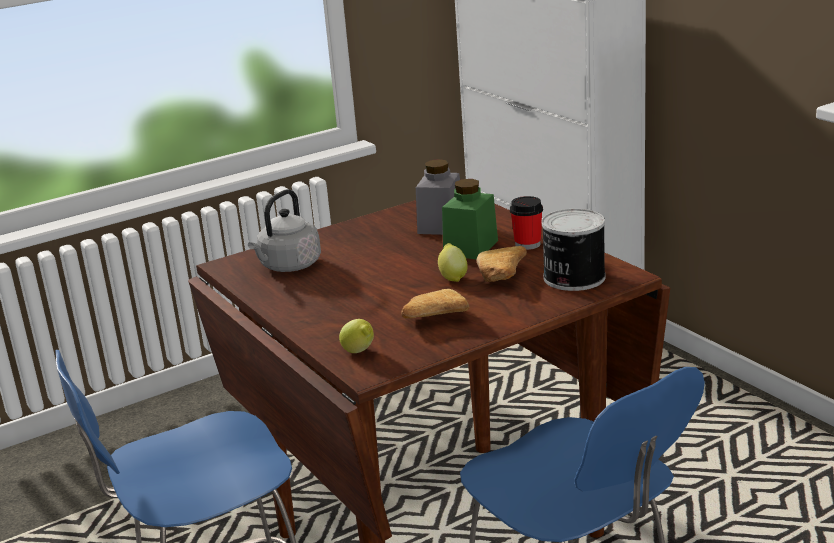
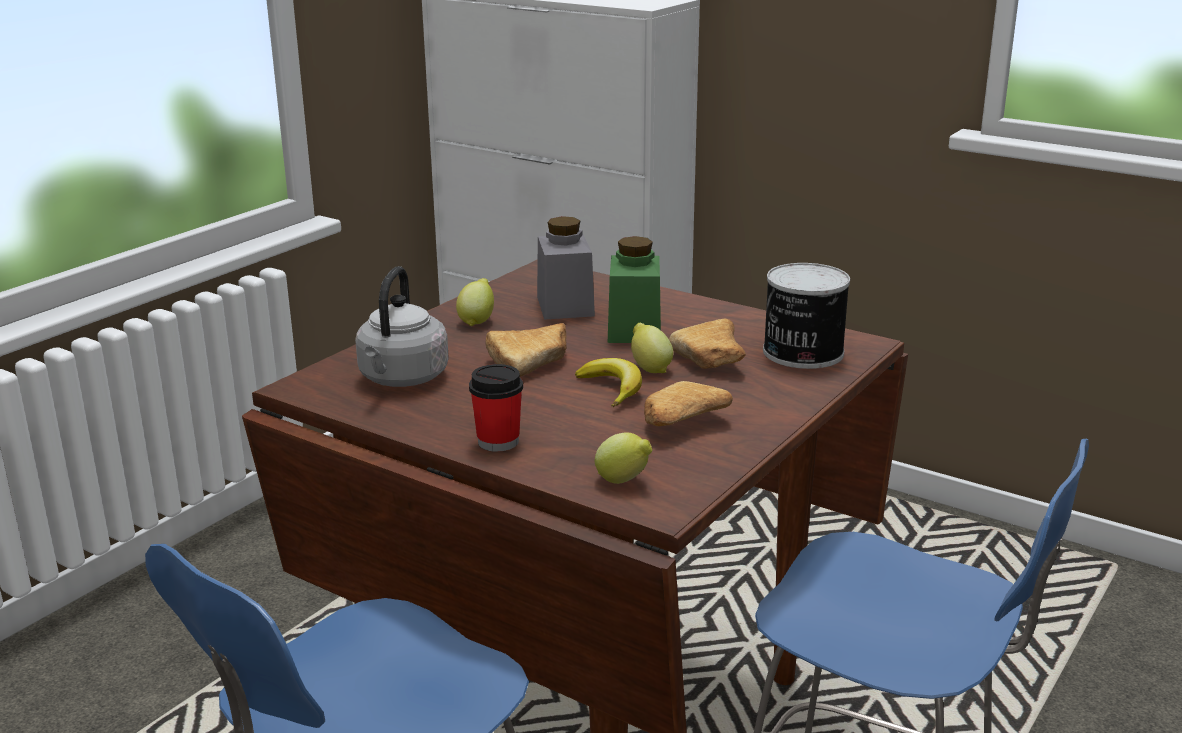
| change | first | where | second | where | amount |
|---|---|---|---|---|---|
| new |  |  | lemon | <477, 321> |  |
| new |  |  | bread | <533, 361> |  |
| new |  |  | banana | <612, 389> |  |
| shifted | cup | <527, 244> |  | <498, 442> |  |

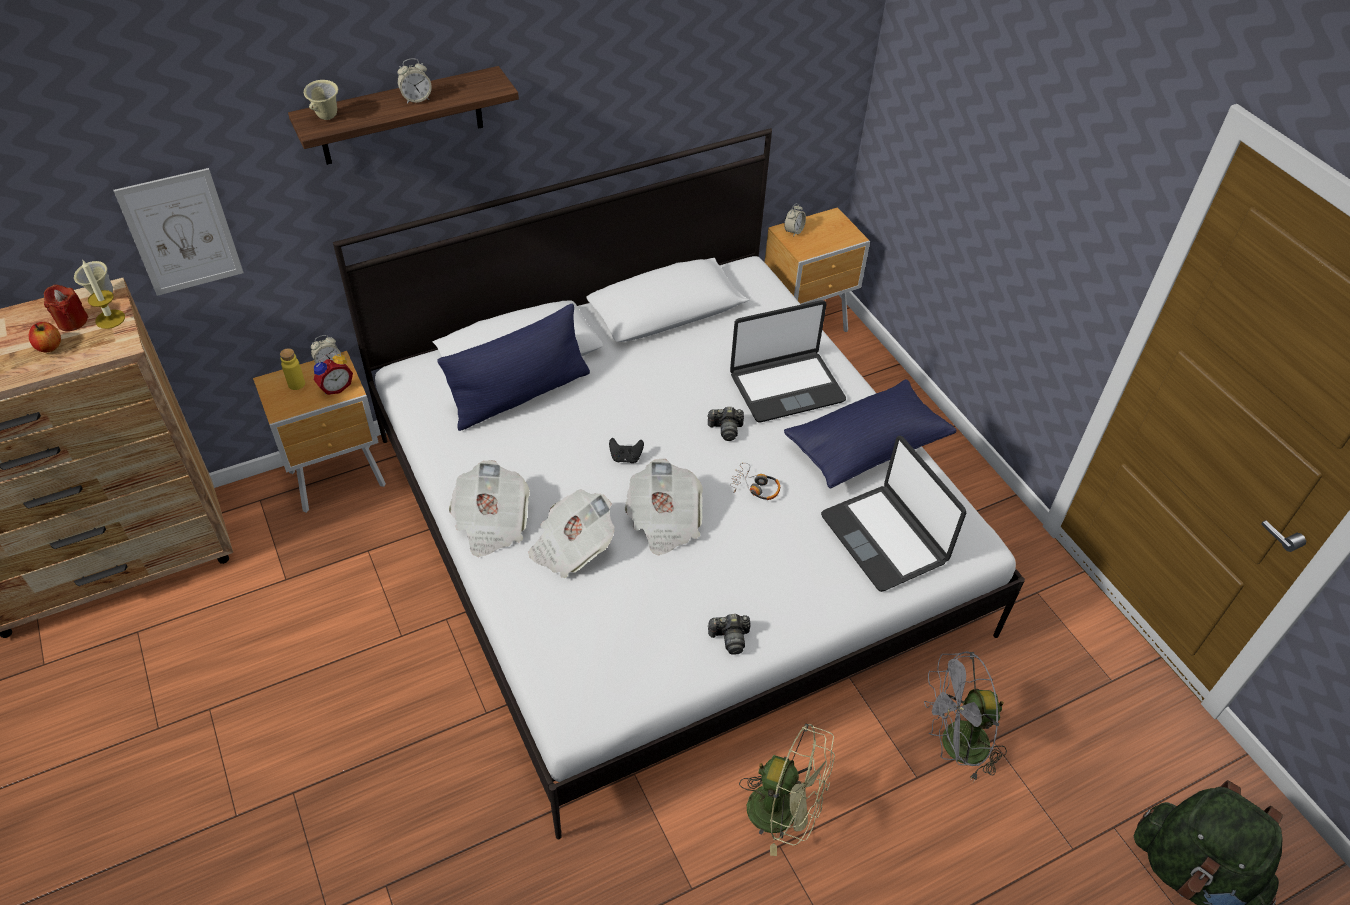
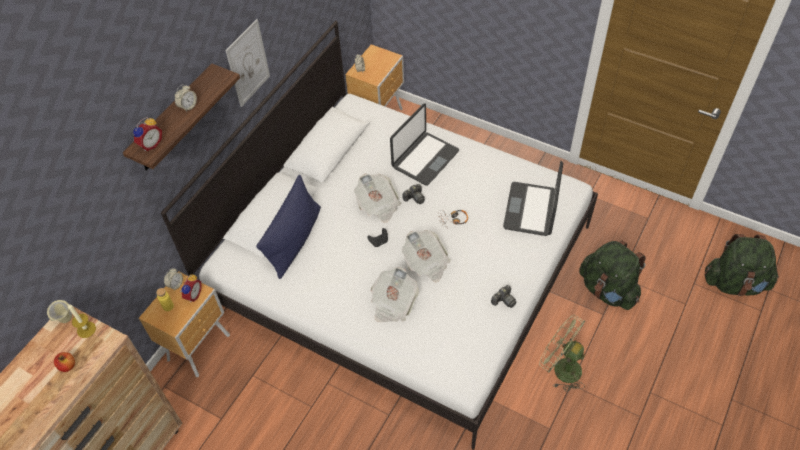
| change | first | where | second | where | amount |
|---|---|---|---|---|---|
| gone | red_candle | <72, 321> |  |  |  |
| gone | blue_pillow | <866, 447> |  |  |  |
| shifted | picture | <181, 232> |  | <248, 63> |  |
| shifted | newspaper | <491, 523> |  | <378, 205> |  |
| swapped | beige_mug | <327, 118> | alarm_clock | <150, 144> |  |
| swapped | grey_fan | <954, 746> | green_backpack | <608, 290> |  |
| rotated | green_fan | <783, 812> |  | <561, 368> | 135 degrees counterclockwise |
| rotated | laptop | <884, 538> |  | <531, 210> | 75 degrees clockwise |

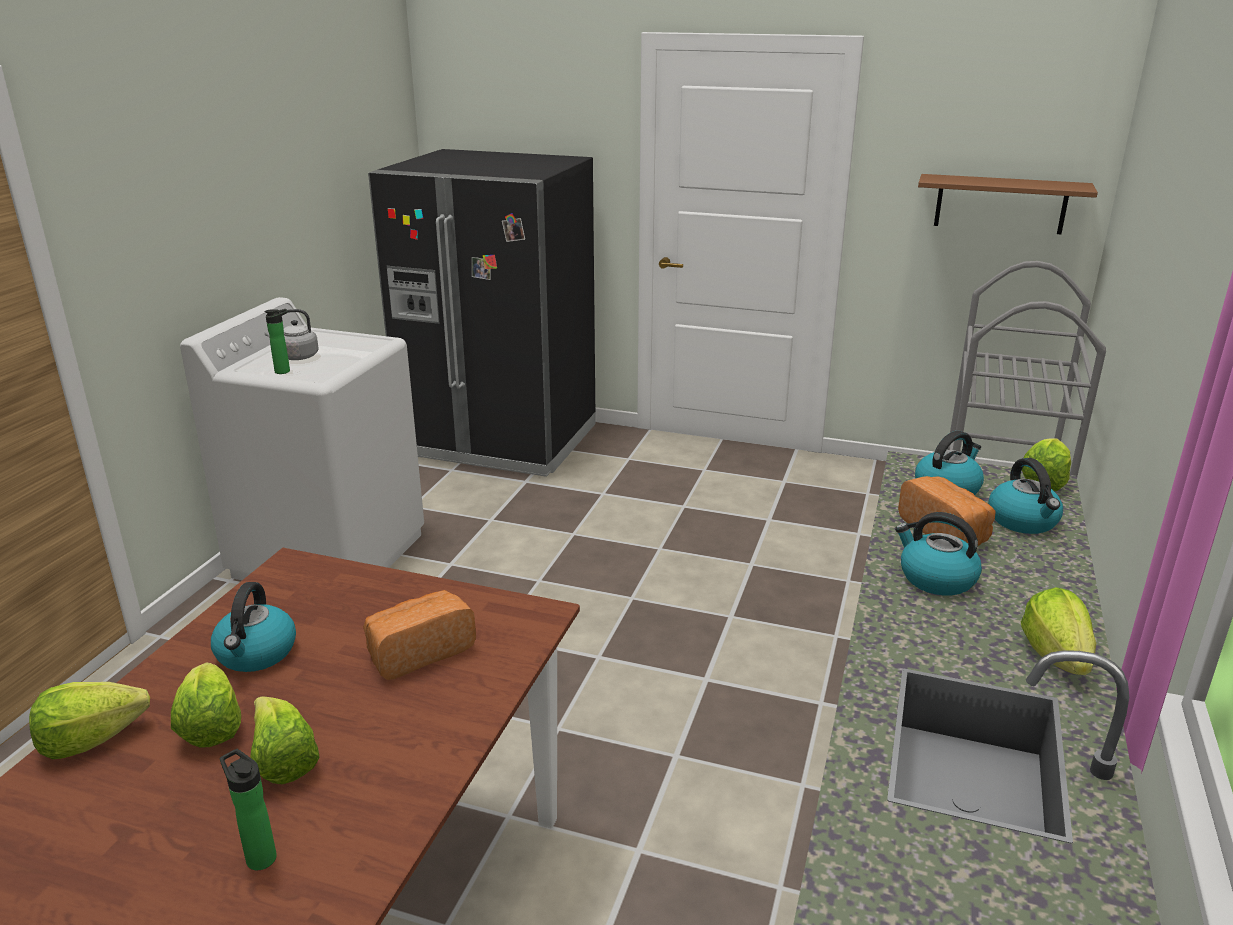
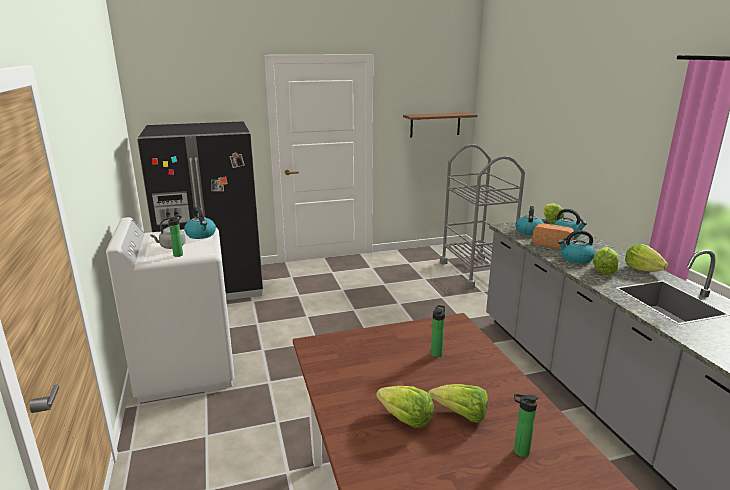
| change | first | where | second | where | amount |
|---|---|---|---|---|---|
| shifted | lettuce | <91, 740> |  | <603, 270> |  |
| shifted | kettle | <256, 653> |  | <201, 235> |  |
| swapped | bread | <418, 651> | bottle | <437, 353> |  |

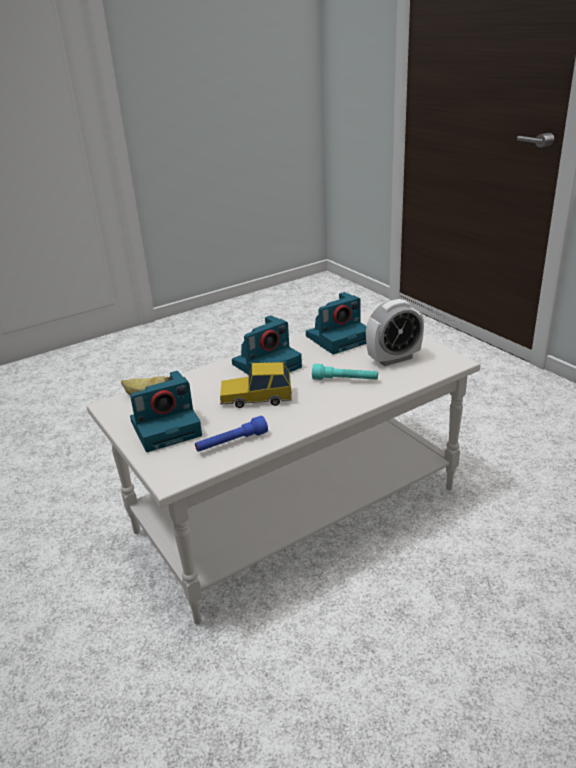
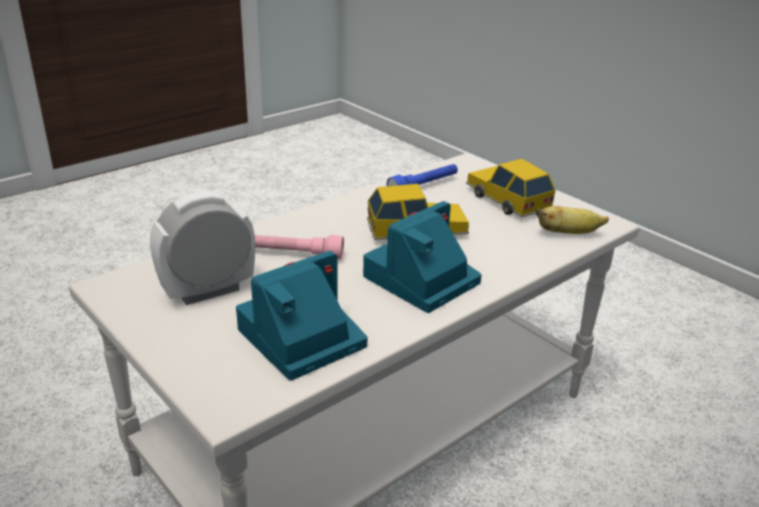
| change | first | where | second | where | amount |
|---|---|---|---|---|---|
| swapped | photo_camera | <167, 427> | toy_car | <507, 200> |  |
| repainted | turquoise_flashlight | <345, 380> | pink_flashlight | <294, 254> |  |

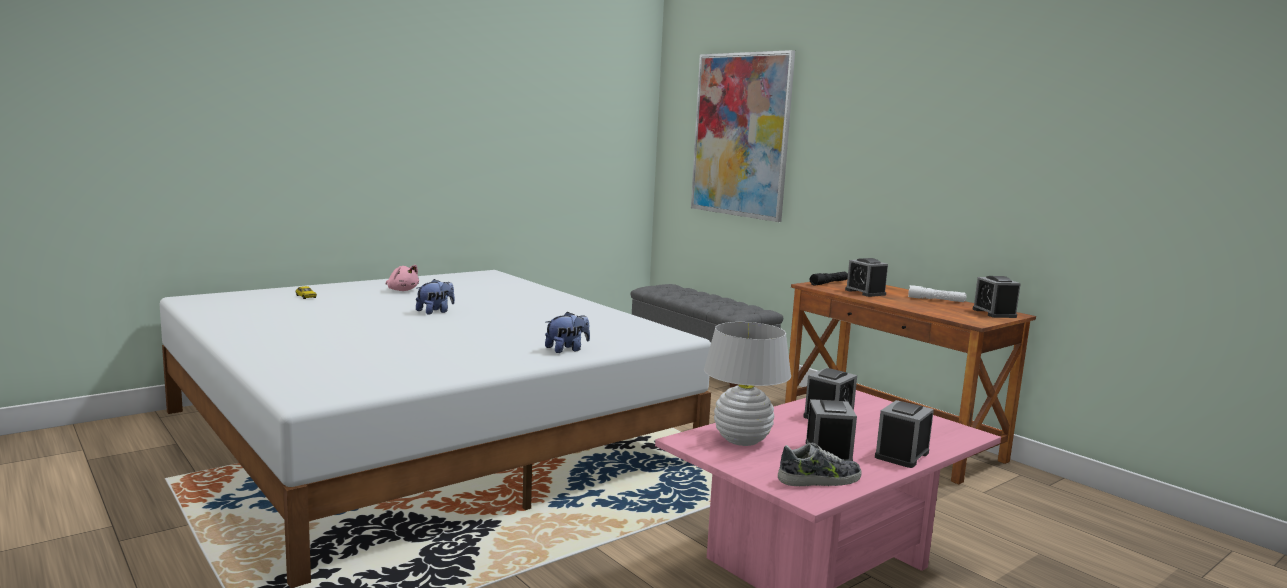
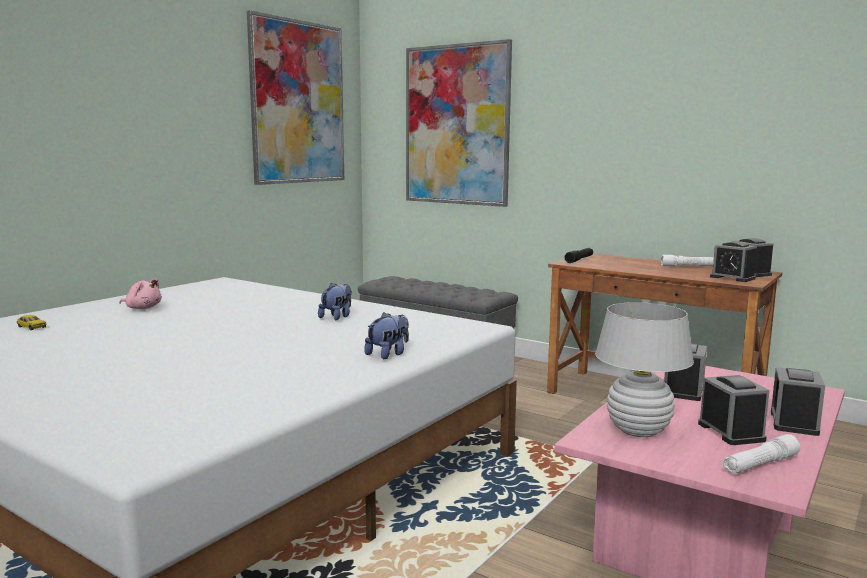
| change | first | where | second | where | amount |
|---|---|---|---|---|---|
| new |  |  | picture | <298, 103> |  |
| shifted | plush_toy | <435, 312> |  | <337, 317> |  |
| shifted | alarm_clock | <865, 292> |  | <732, 278> |  |
| swapped | shoe | <819, 480> | white_flashlight | <760, 464> |  |

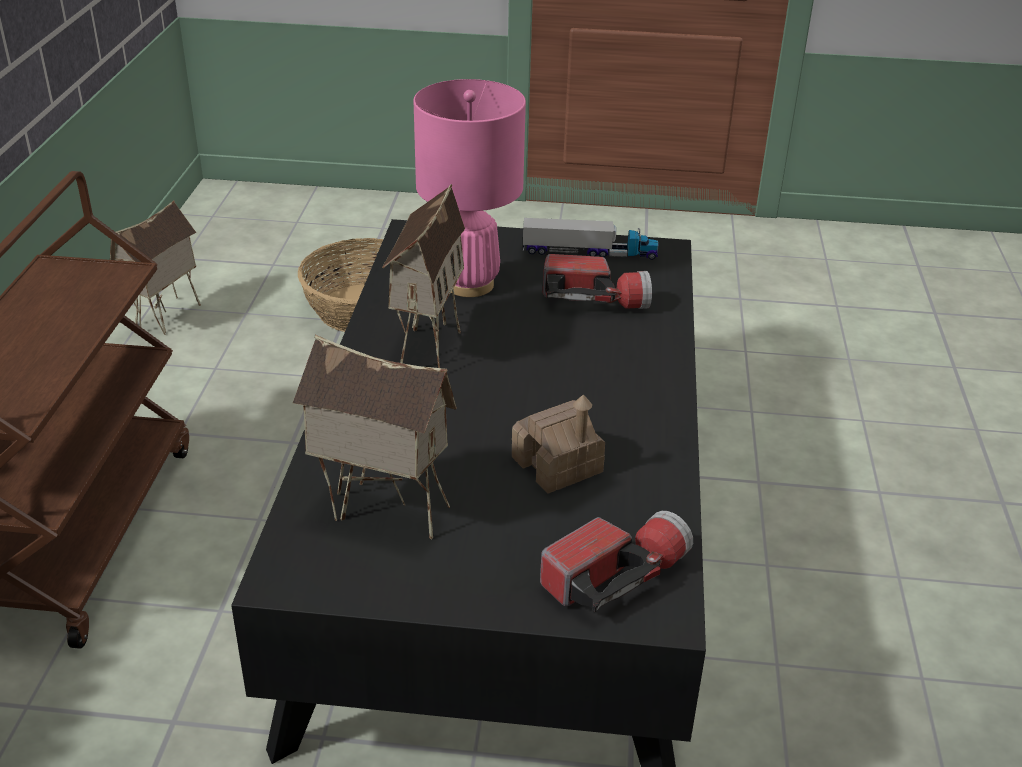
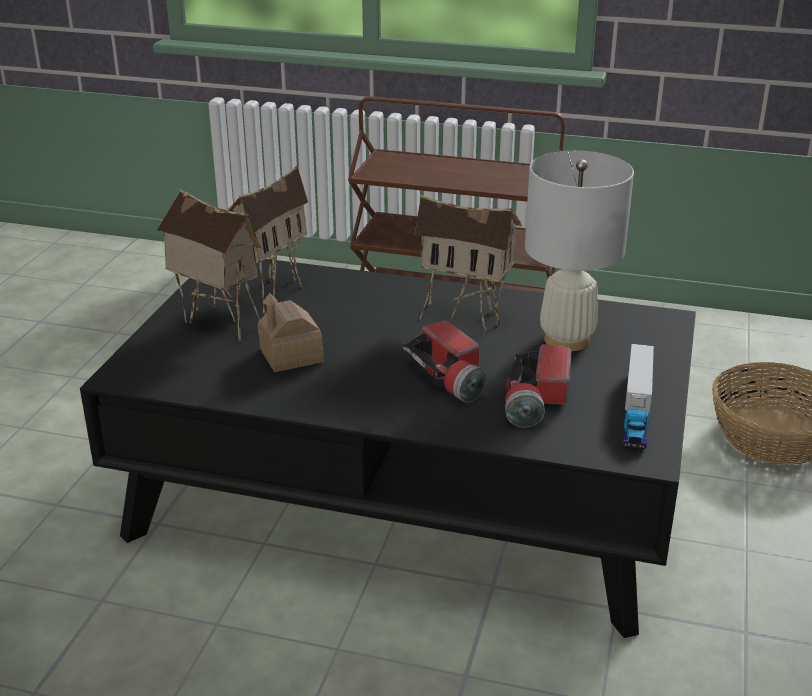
| change | first | where | second | where | amount |
|---|---|---|---|---|---|
| shifted | toy_house | <168, 319> |  | <217, 323> |  |
| shifted | flashlight | <615, 575> |  | <450, 376> |  |
| repainted | pink_table_lamp | <470, 284> | white_table_lamp | <567, 340> |  |

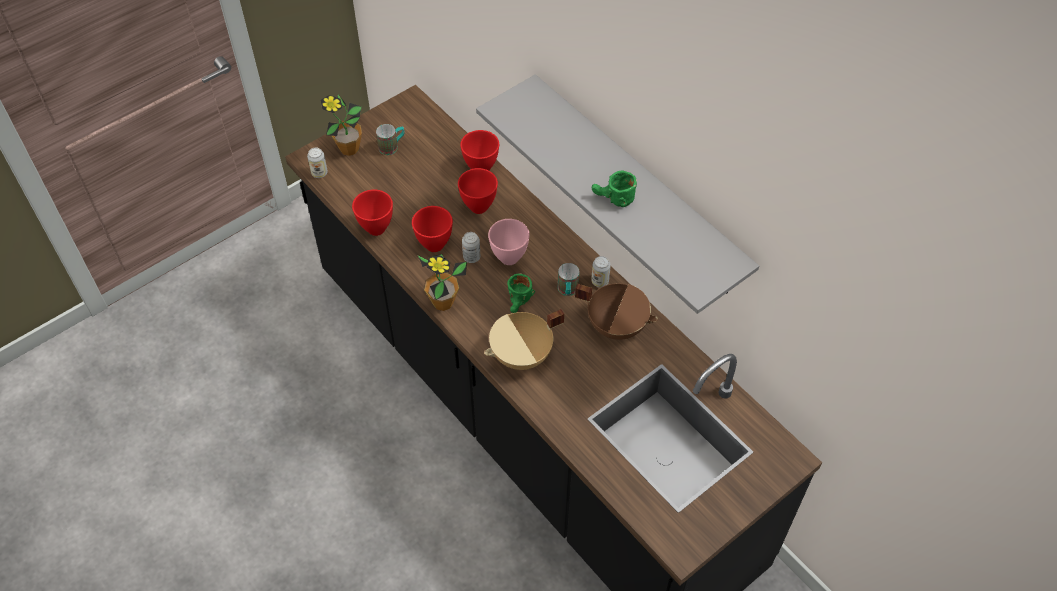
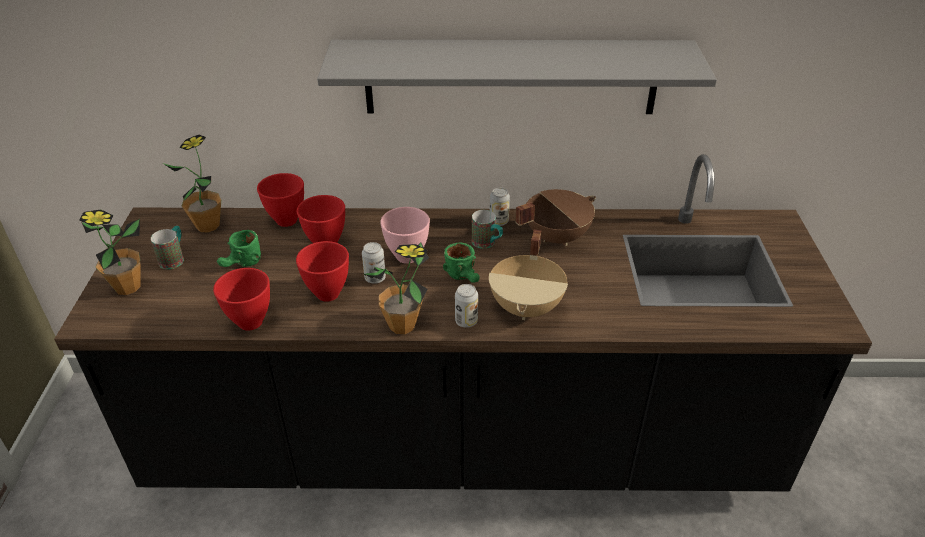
| change | first | where | second | where | amount |
|---|---|---|---|---|---|
| new |  |  | potted_plant | <208, 225> |  |
| shifted | can | <319, 173> |  | <466, 321> |  |
| shifted | green_mug | <612, 200> |  | <242, 265> |  |

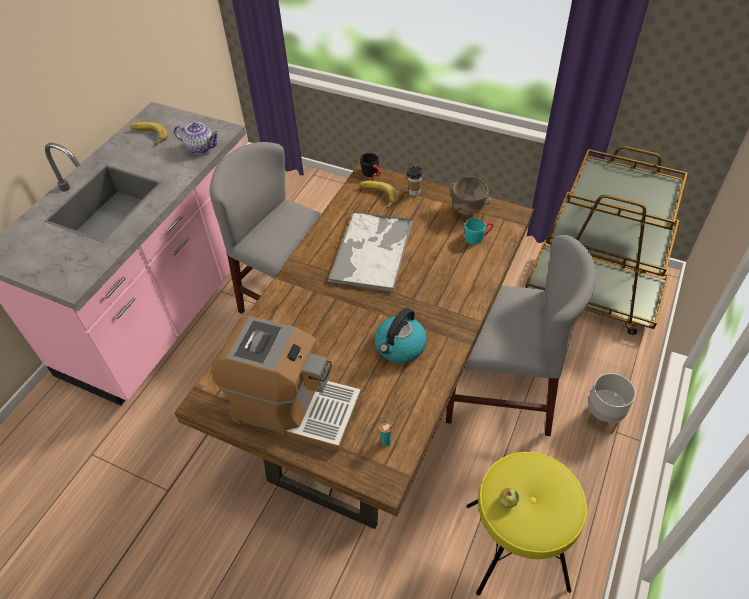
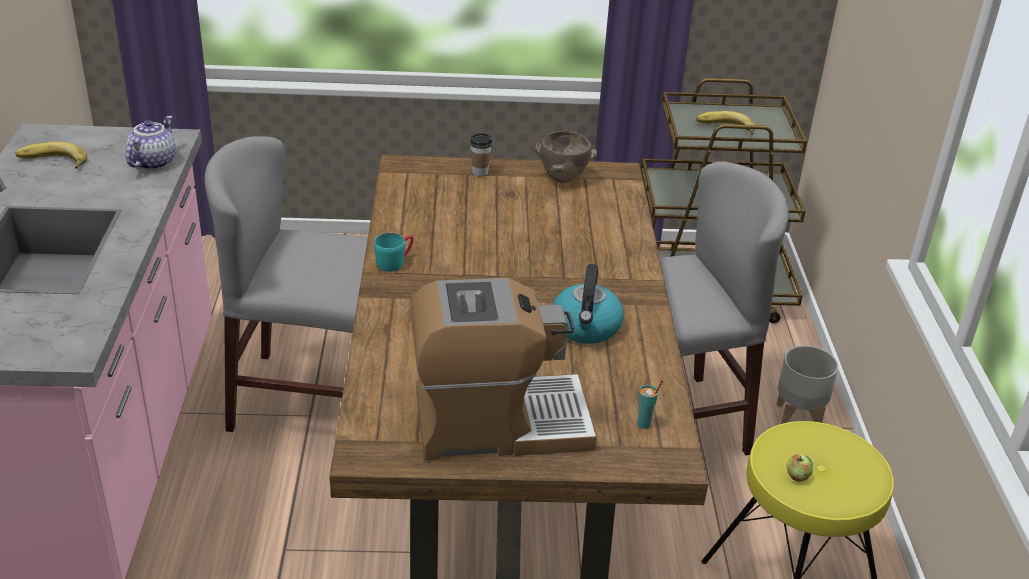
| change | first | where | second | where | amount |
|---|---|---|---|---|---|
| gone | tray | <372, 251> |  |  |  |
| gone | black_mug | <372, 174> |  |  |  |
| shifted | banana | <377, 196> |  | <725, 128> |  |
| shifted | turquoise_mug | <478, 237> |  | <395, 261> |  |
| rotated | teapot | <201, 147> |  | <152, 162> | 60 degrees counterclockwise |

